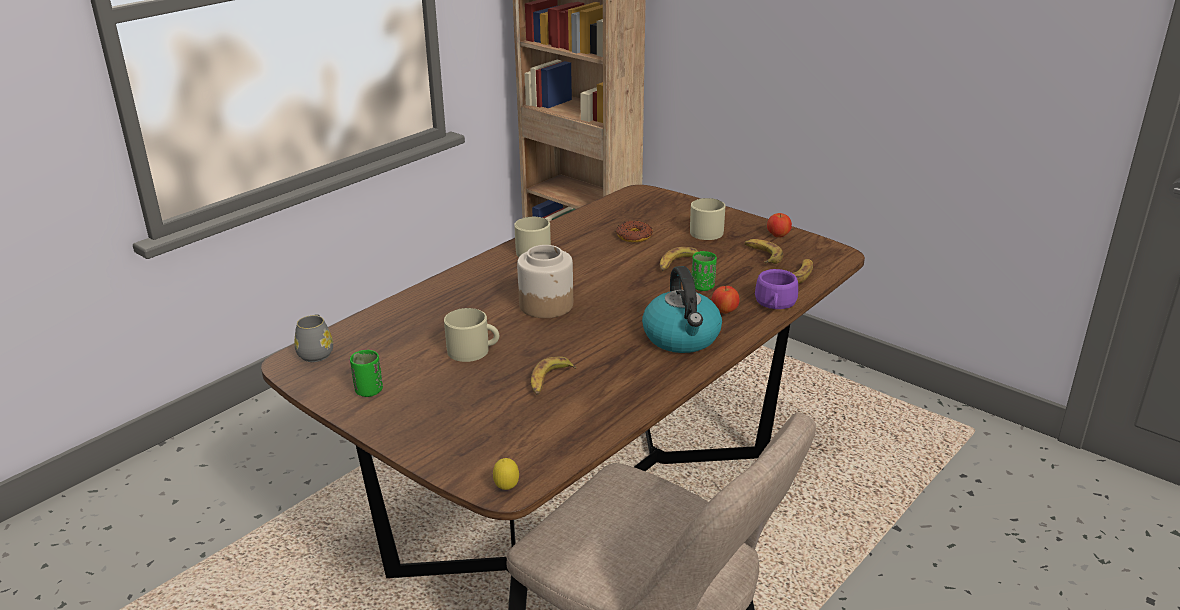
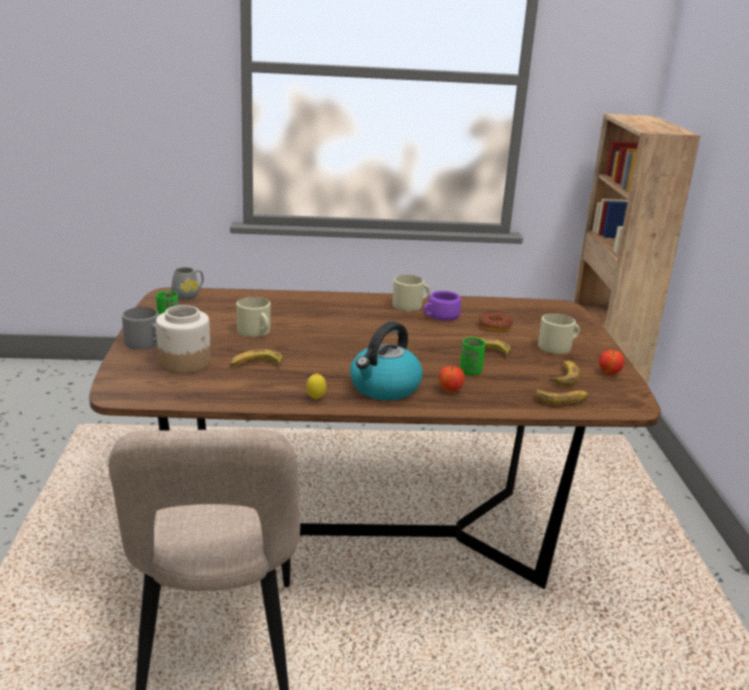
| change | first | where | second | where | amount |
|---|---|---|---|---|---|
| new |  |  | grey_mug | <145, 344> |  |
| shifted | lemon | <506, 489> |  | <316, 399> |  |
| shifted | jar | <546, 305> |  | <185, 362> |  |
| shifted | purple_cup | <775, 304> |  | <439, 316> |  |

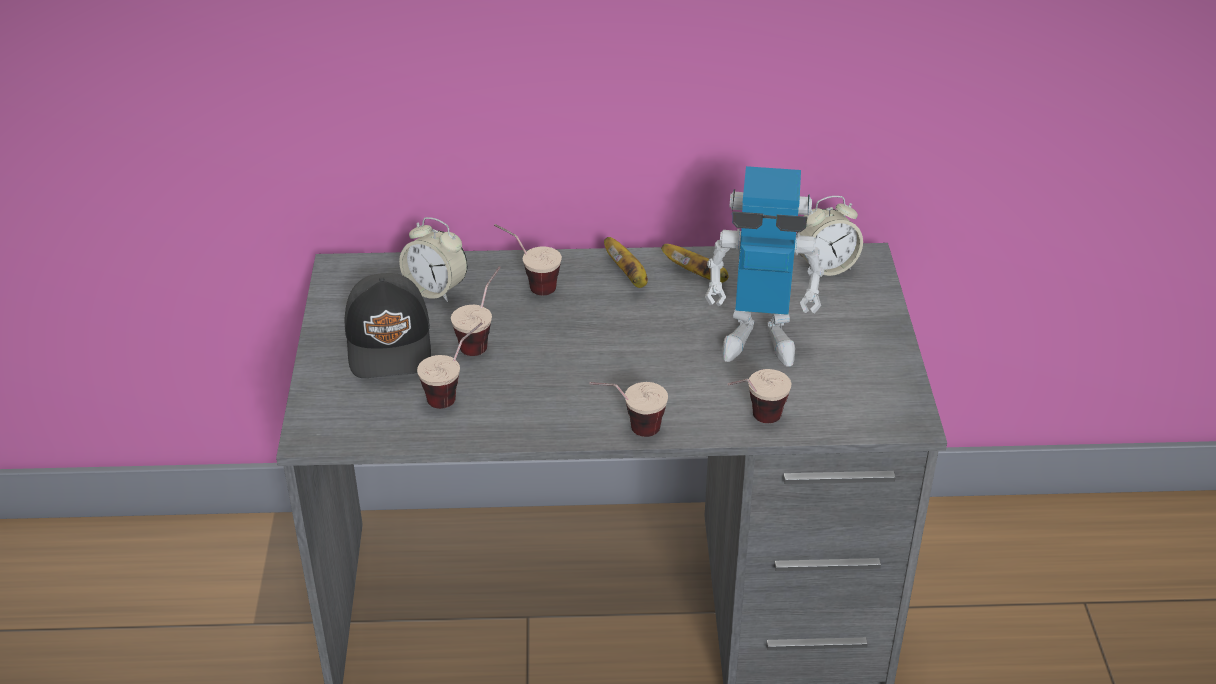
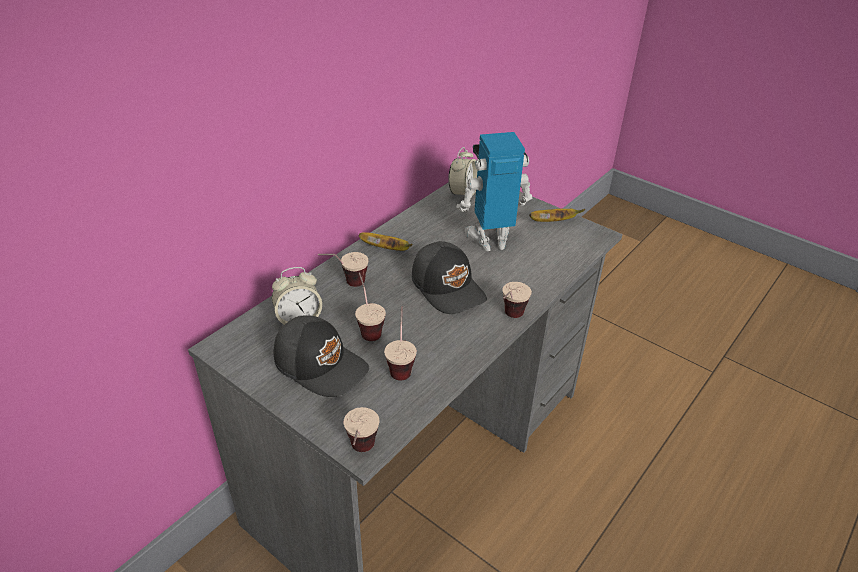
| change | first | where | second | where | amount |
|---|---|---|---|---|---|
| new |  |  | black_cap | <448, 287> |  |
| shifted | banana | <698, 275> |  | <553, 222> |  |
| shifted | cup | <753, 422> |  | <361, 455> |  |
| rotated | toy_robot | <759, 339> |  | <490, 240> | 150 degrees counterclockwise |

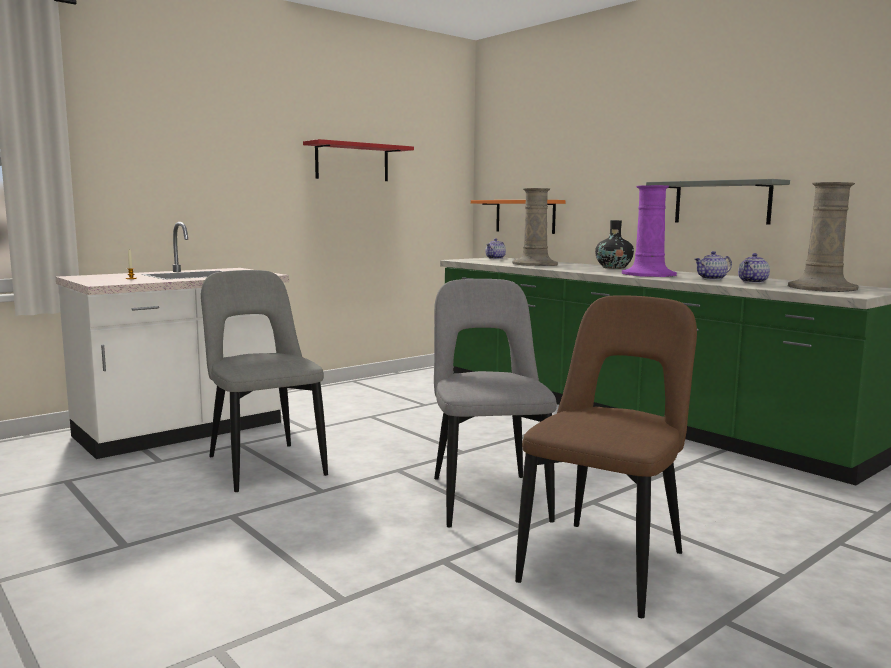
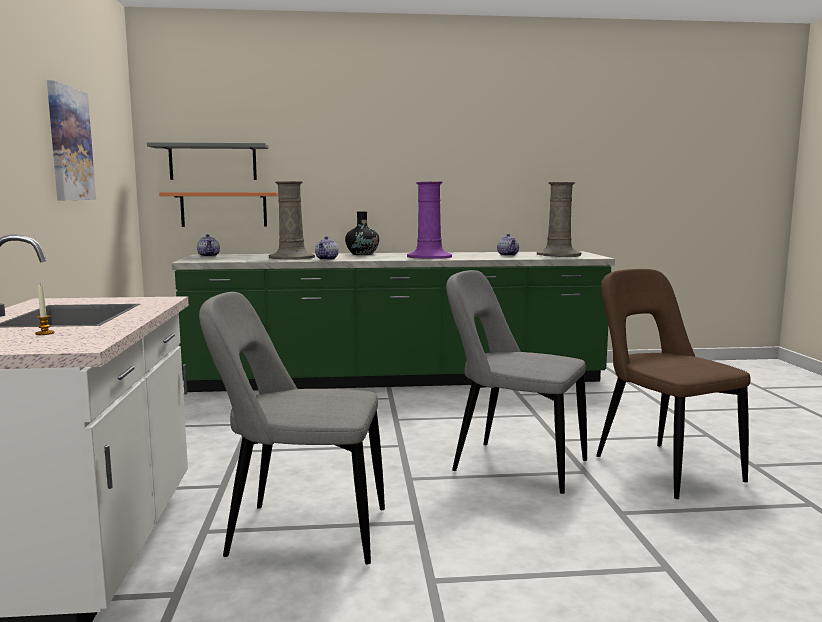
| change | first | where | second | where | amount |
|---|---|---|---|---|---|
| shifted | grey_shelf | <722, 202> |  | <213, 162> |  |
| shifted | teapot | <712, 279> |  | <327, 259> |  |
| swapped | red_shelf | <352, 162> | picture | <69, 144> |  |

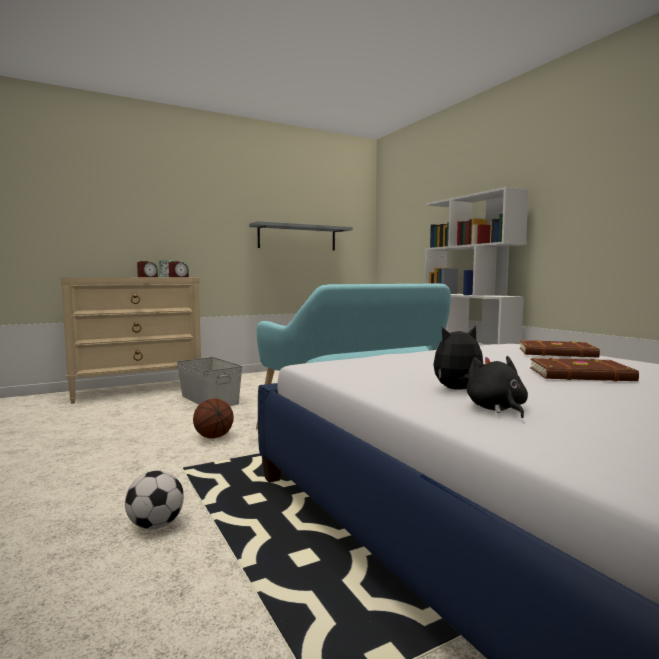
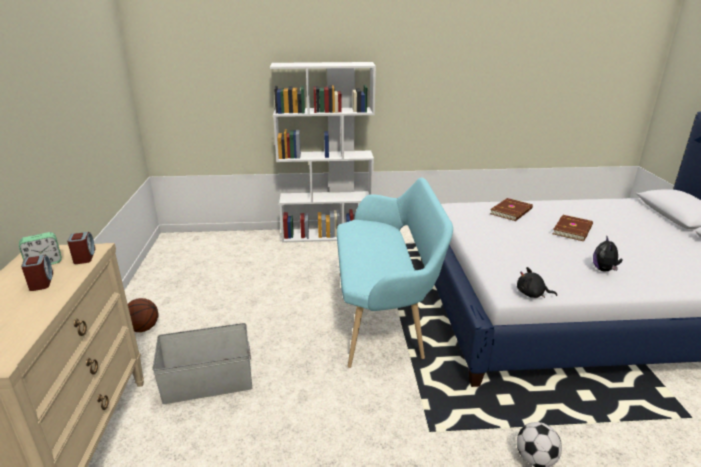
| change | first | where | second | where | amount |
|---|---|---|---|---|---|
| gone | grey_shelf | <297, 237> |  |  |  |
| shifted | basketball | <213, 437> |  | <143, 328> |  |
| shifted | black_plush_toy | <496, 409> |  | <532, 294> |  |

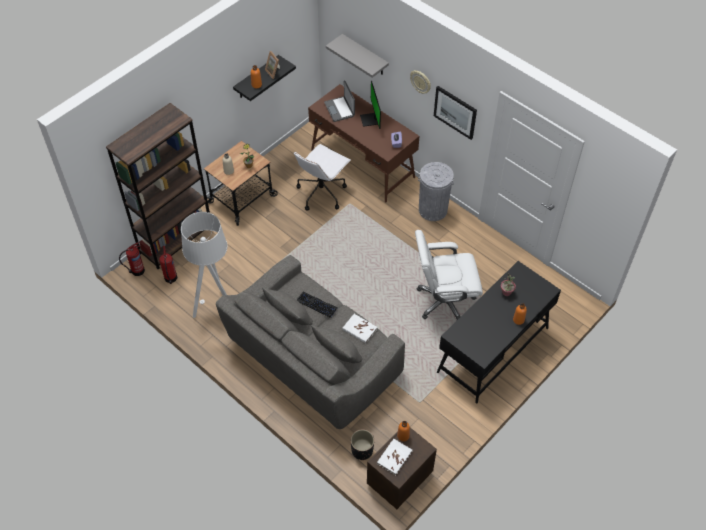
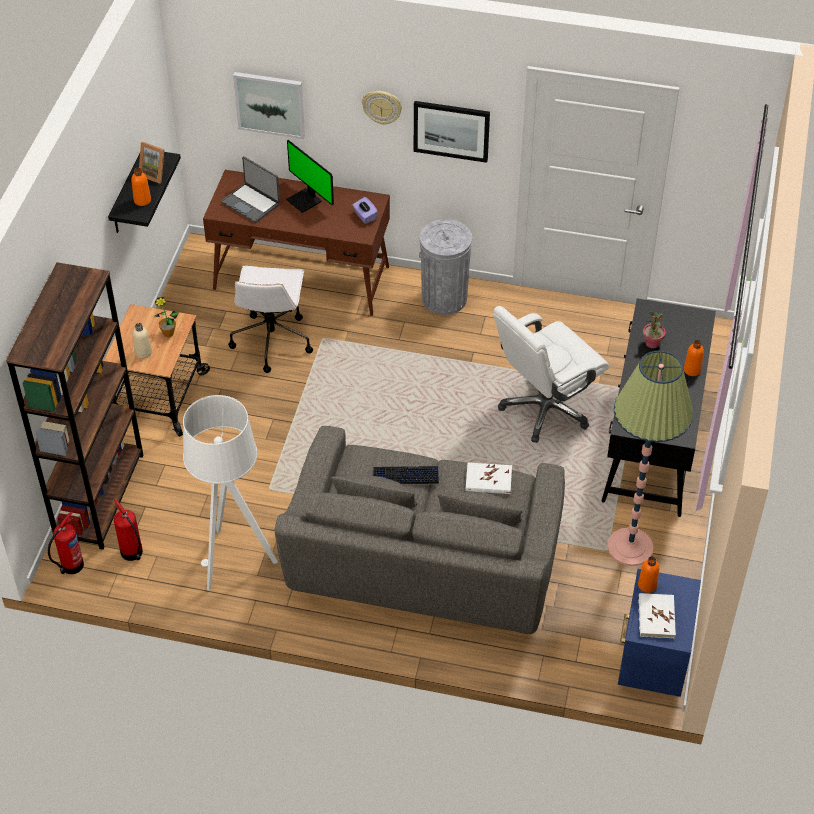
| change | first | where | second | where | amount |
|---|---|---|---|---|---|
| gone | black_planter | <362, 450> |  |  |  |
| new |  |  | floor_lamp | <630, 547> |  |
| swapped | grey_shelf | <365, 55> | picture | <270, 104> |  |
| repainted | brown_nightstand | <398, 479> | blue_nightstand | <651, 660> |  |

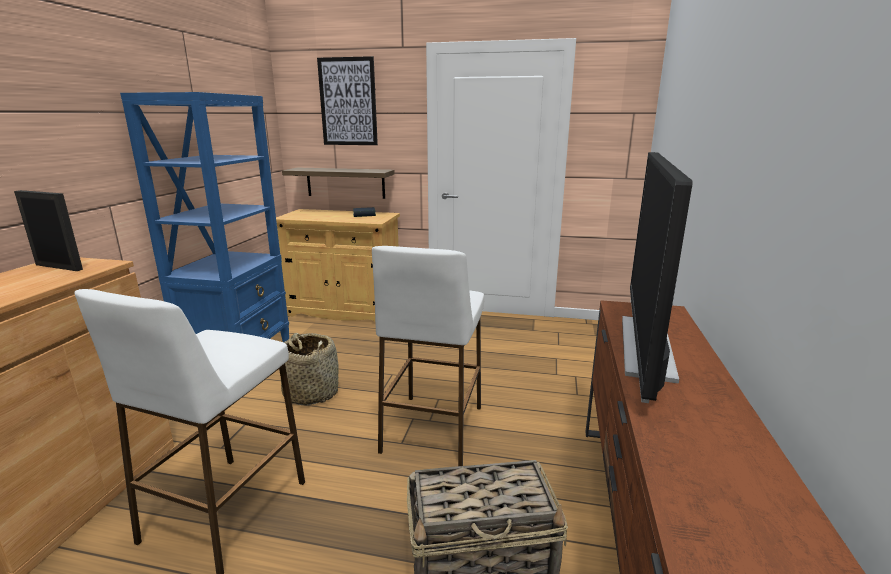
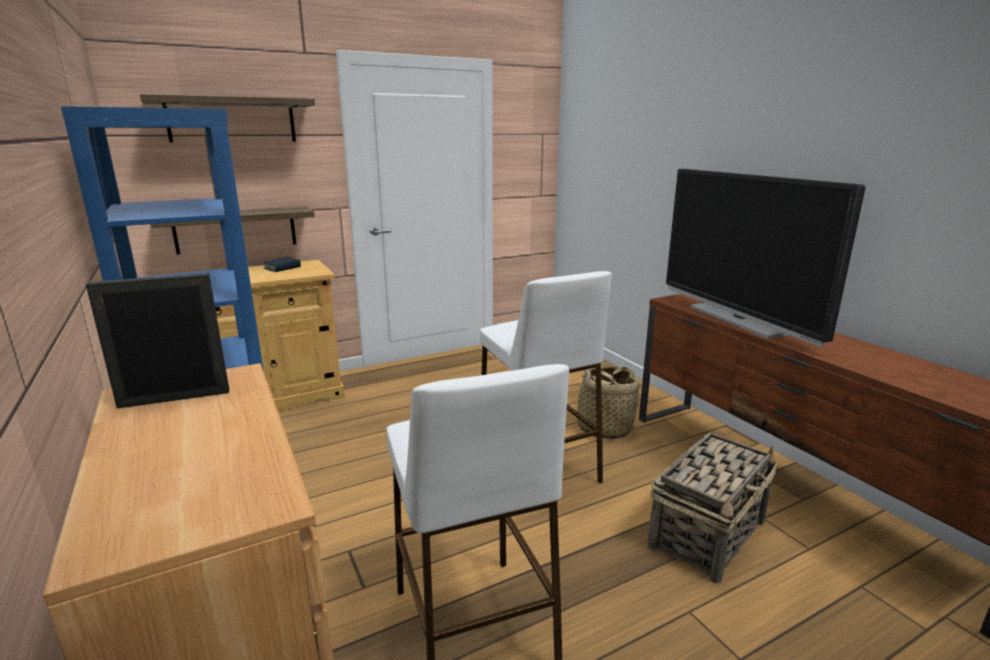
| change | first | where | second | where | amount |
|---|---|---|---|---|---|
| shifted | basket | <311, 393> |  | <604, 428> |  |
| swapped | picture | <348, 102> | shelf | <232, 120> |  |

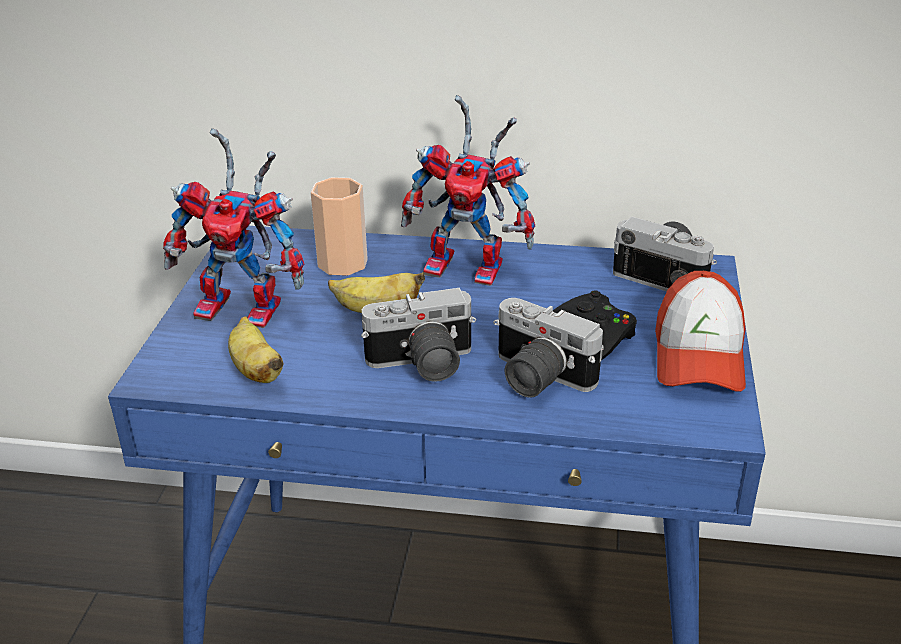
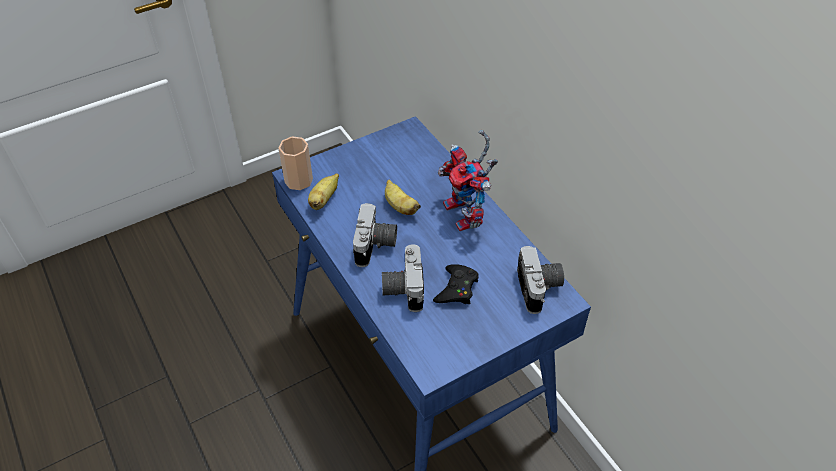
| change | first | where | second | where | amount |
|---|---|---|---|---|---|
| gone | toy_robot | <248, 308> |  |  |  |
| gone | cap | <698, 356> |  |  |  |
| shifted | cup | <342, 263> |  | <298, 180> |  |
| rotated | photo_camera | <422, 365> |  | <376, 246> | 120 degrees counterclockwise |

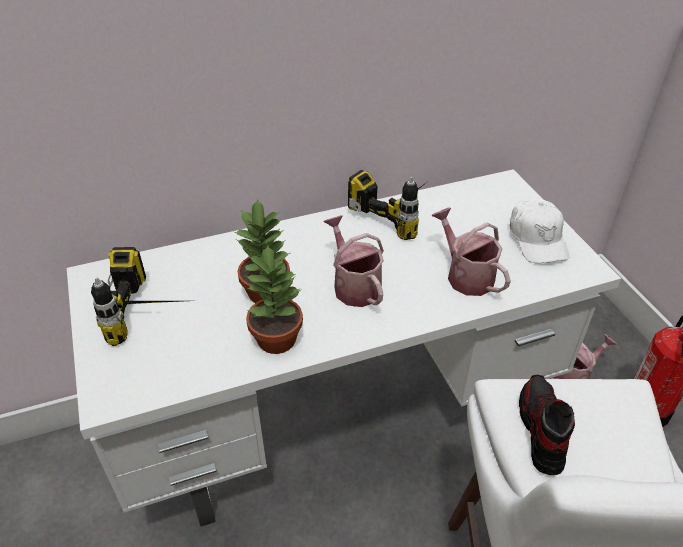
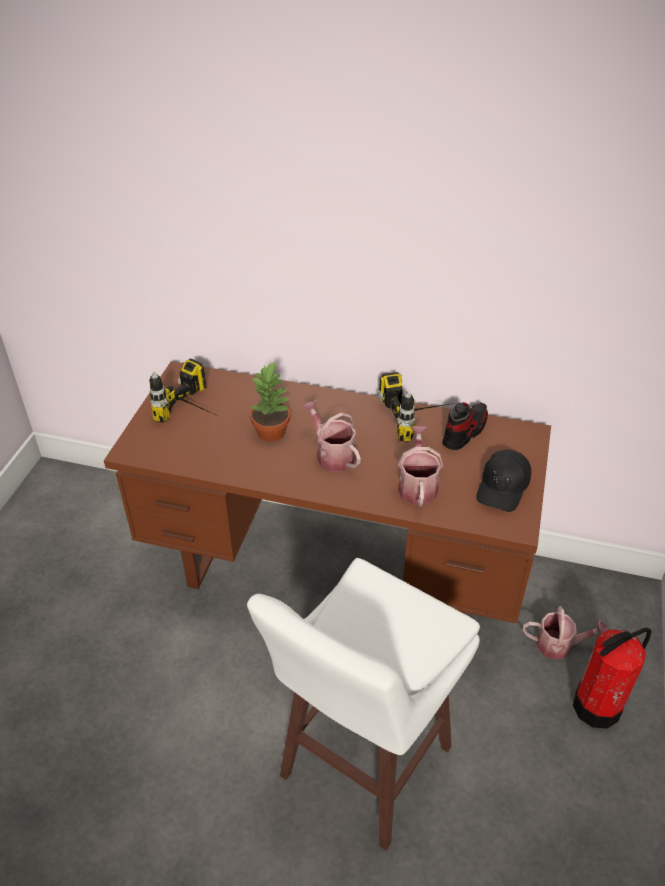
| change | first | where | second | where | amount |
|---|---|---|---|---|---|
| gone | potted_plant | <276, 338> |  |  |  |
| shifted | shoe | <541, 430> |  | <464, 431> |  |
| repainted | white_desk | <341, 421> | brown_desk | <334, 574> |  |
| repainted | white_cap | <537, 239> | black_cap | <503, 487> |  |
| rotated | watering_can | <354, 285> |  | <332, 454> | 45 degrees counterclockwise |

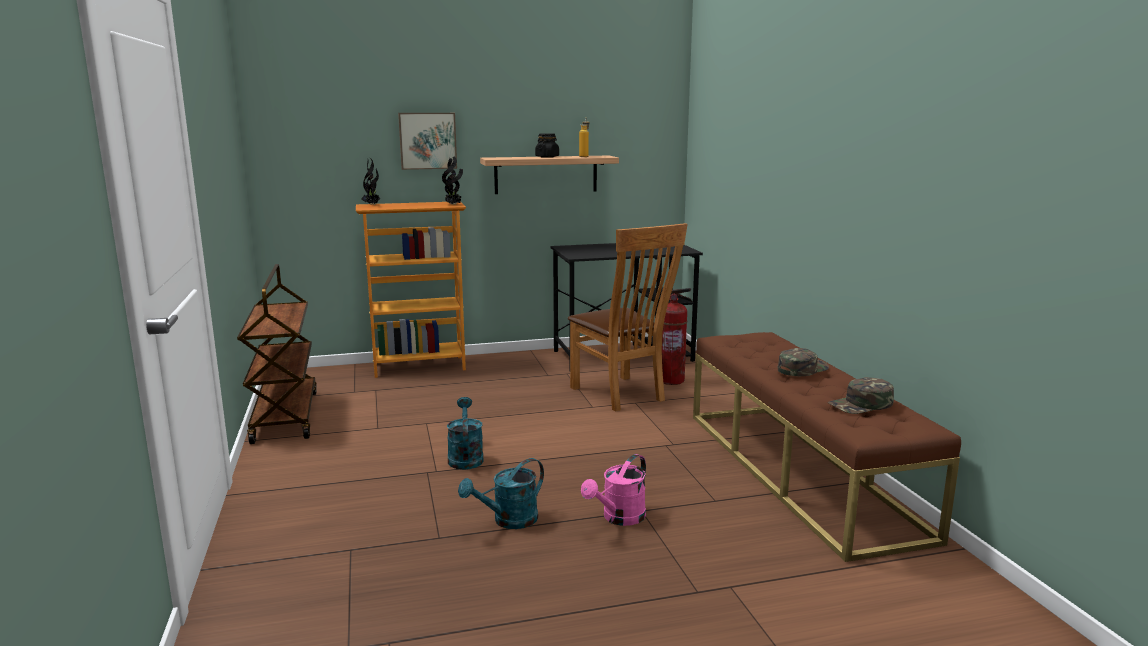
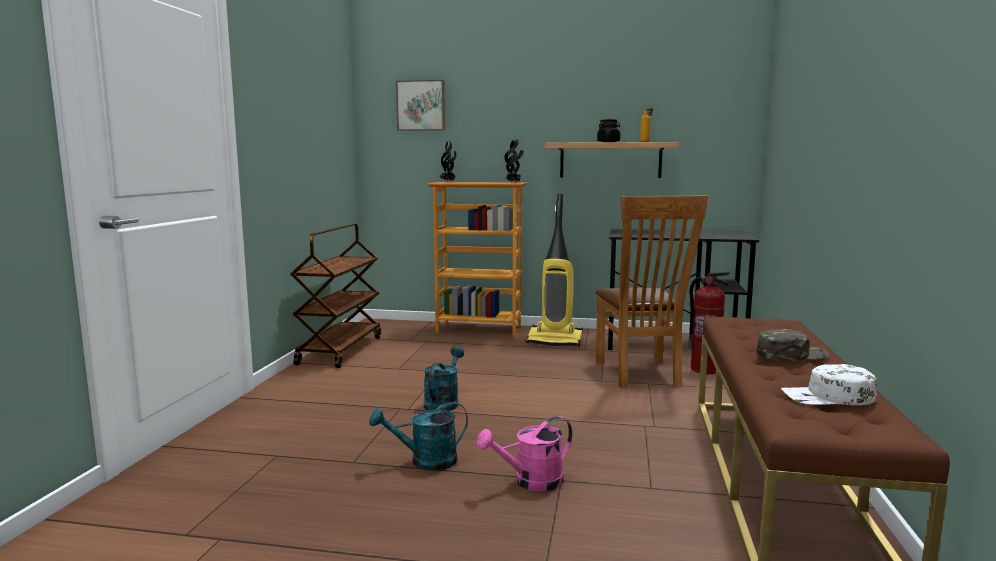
| change | first | where | second | where | amount |
|---|---|---|---|---|---|
| new |  |  | vacuum_cleaner | <555, 341> |  |
| shifted | picture | <427, 140> |  | <421, 105> |  |
| repainted | green_cap | <861, 405> | white_cap | <828, 397> |  |

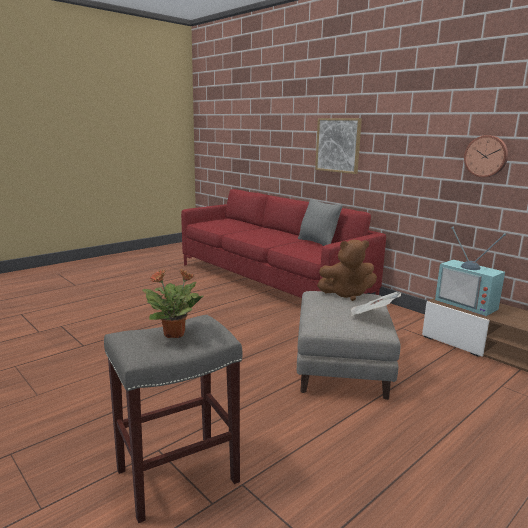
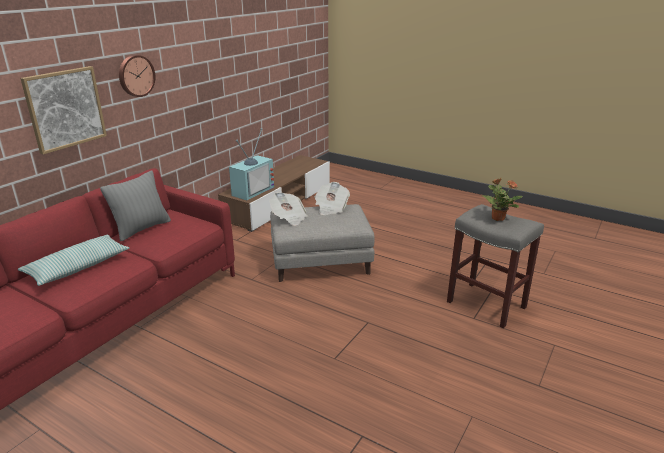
| change | first | where | second | where | amount |
|---|---|---|---|---|---|
| new |  |  | pillow | <78, 267> |  |
| shifted | wall_clock | <486, 156> |  | <136, 75> |  |
| swapped | brown_plush_toy | <346, 294> | newspaper | <289, 218> |  |

